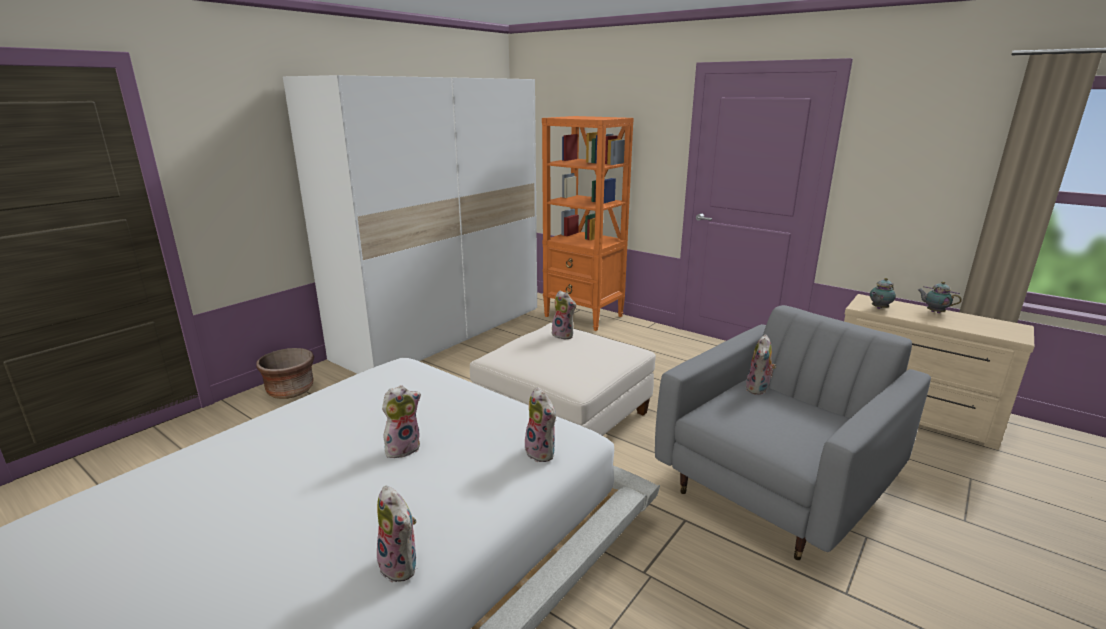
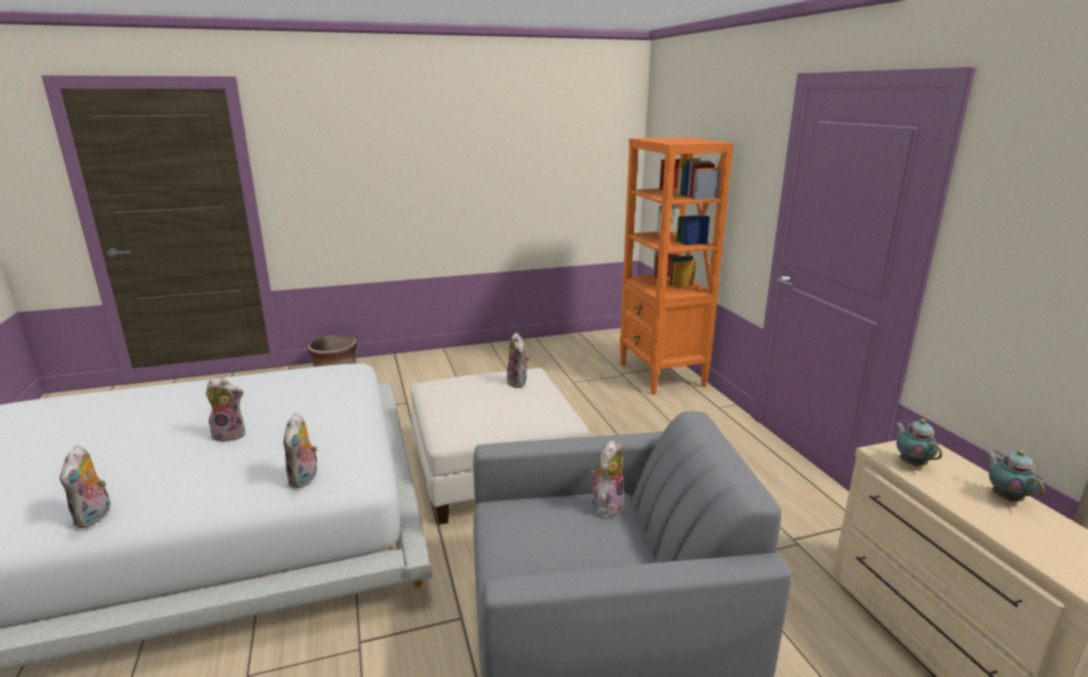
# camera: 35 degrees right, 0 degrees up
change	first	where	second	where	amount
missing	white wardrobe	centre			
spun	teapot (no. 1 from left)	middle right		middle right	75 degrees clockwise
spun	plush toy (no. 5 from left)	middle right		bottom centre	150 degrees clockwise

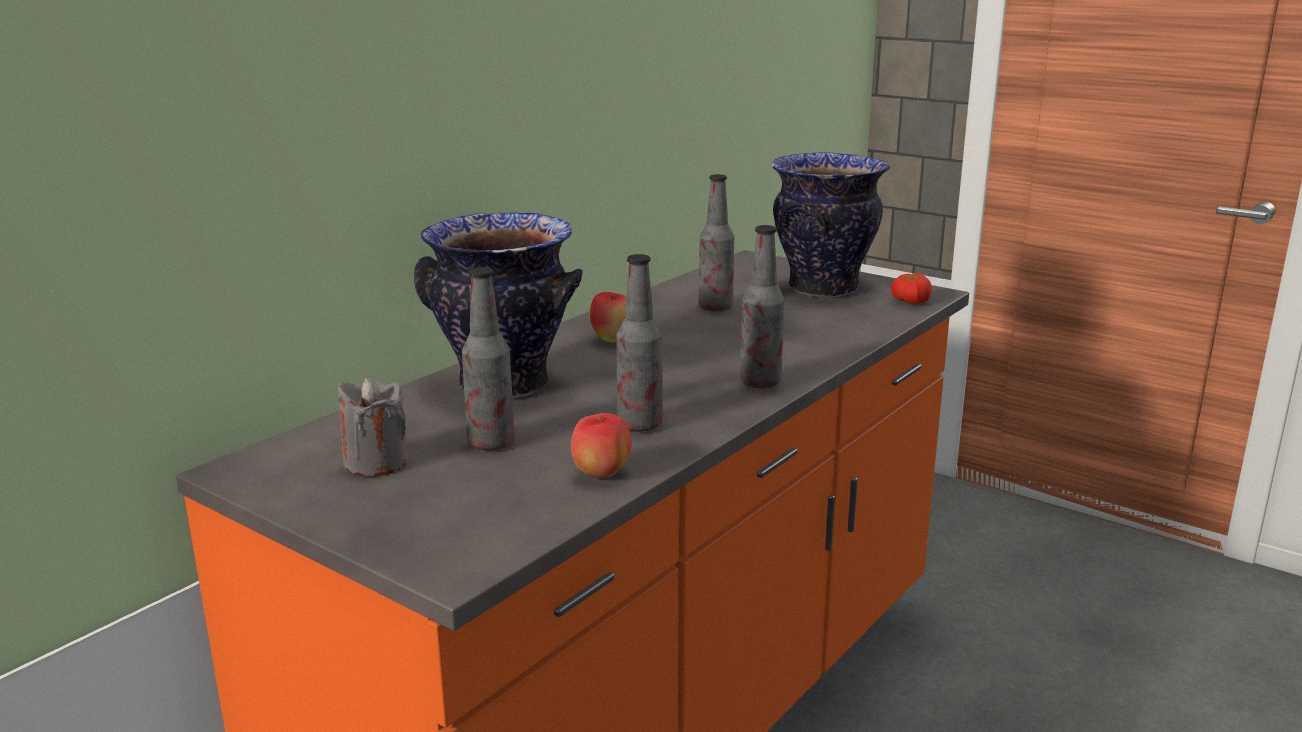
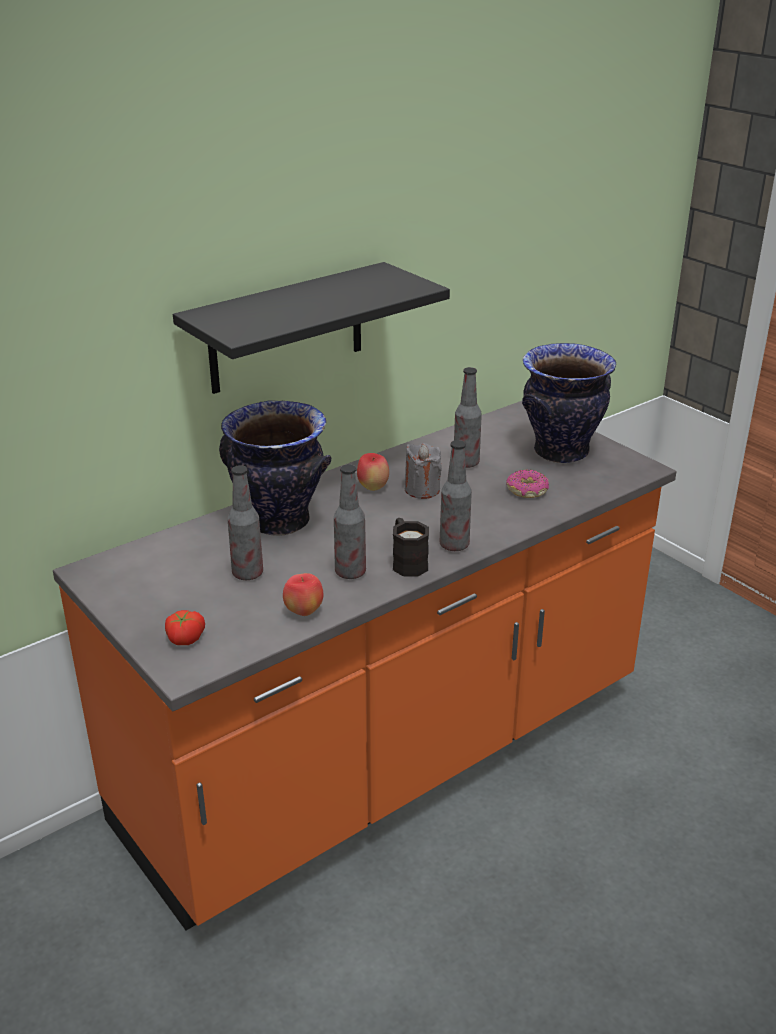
# camera: 15 degrees right, 10 degrees up
change	first	where	second	where	amount
relocated	tomato	middle right		middle left	
relocated	grey candle	middle left		centre	
appeared			black shelf	top centre	
appeared			donut	middle right	
appeared			black mug	centre	

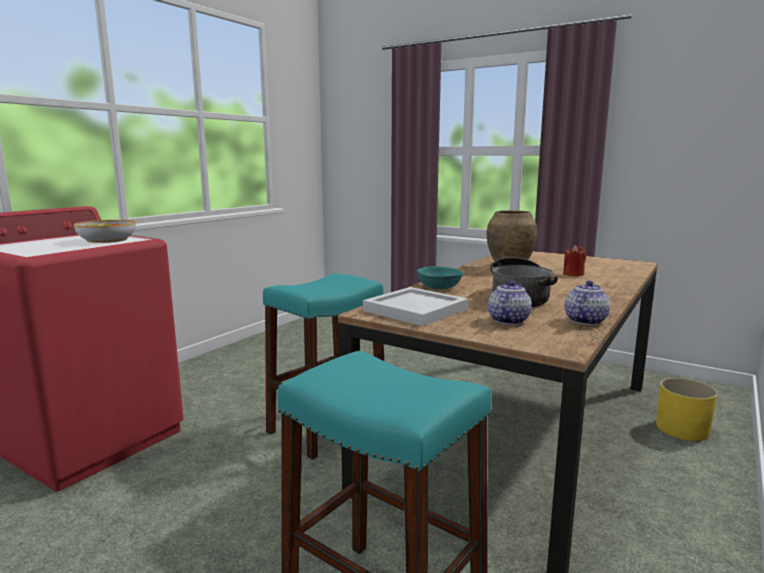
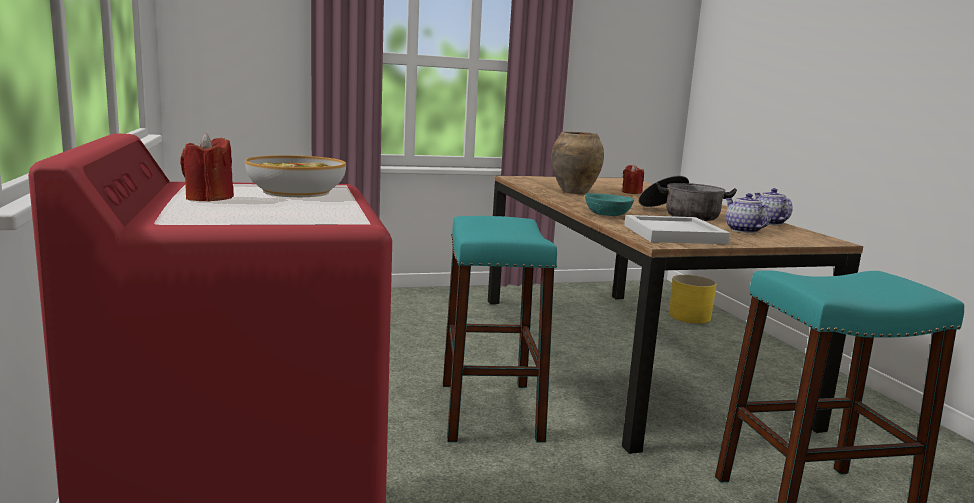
# camera: 50 degrees left, 0 degrees up
change	first	where	second	where	amount
appeared			red candle (no. 1 from left)	middle left	

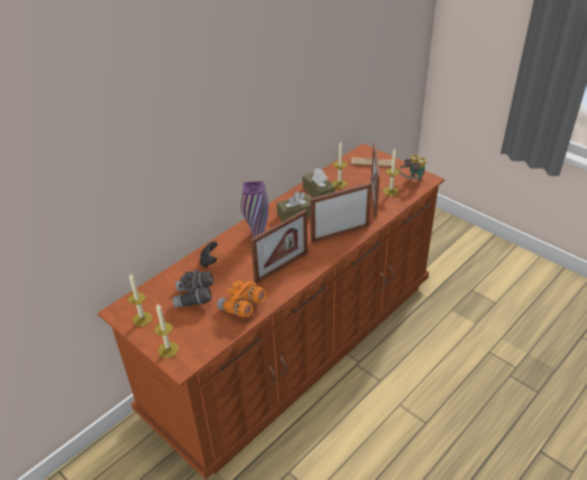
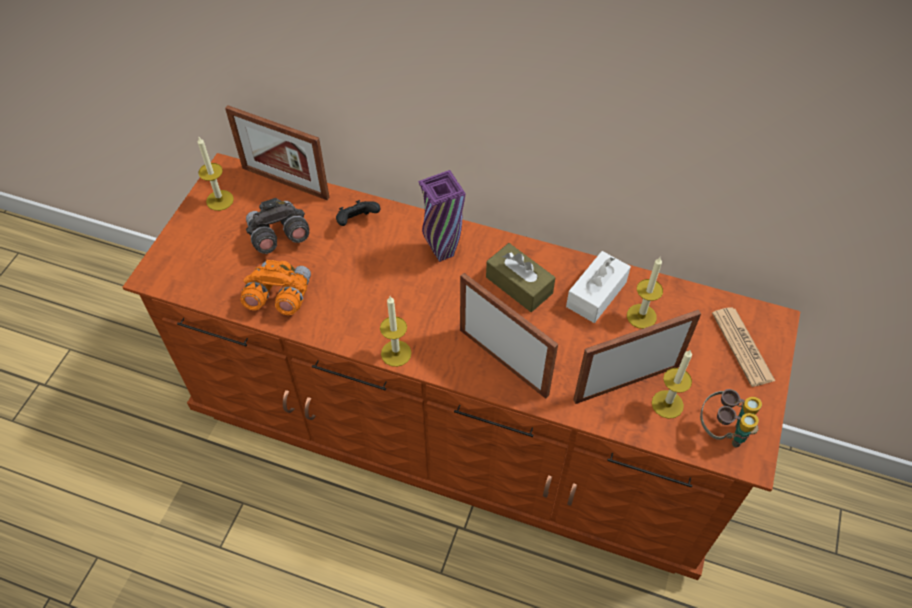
# camera: 65 degrees right, 15 degrees up
change	first	where	second	where	amount
colour	brown tissue box (no. 2 from left)	centre	white tissue box	centre	
relocated	picture frame (no. 1 from left)	centre		top left	
relocated	candle (no. 2 from left)	bottom left		centre	

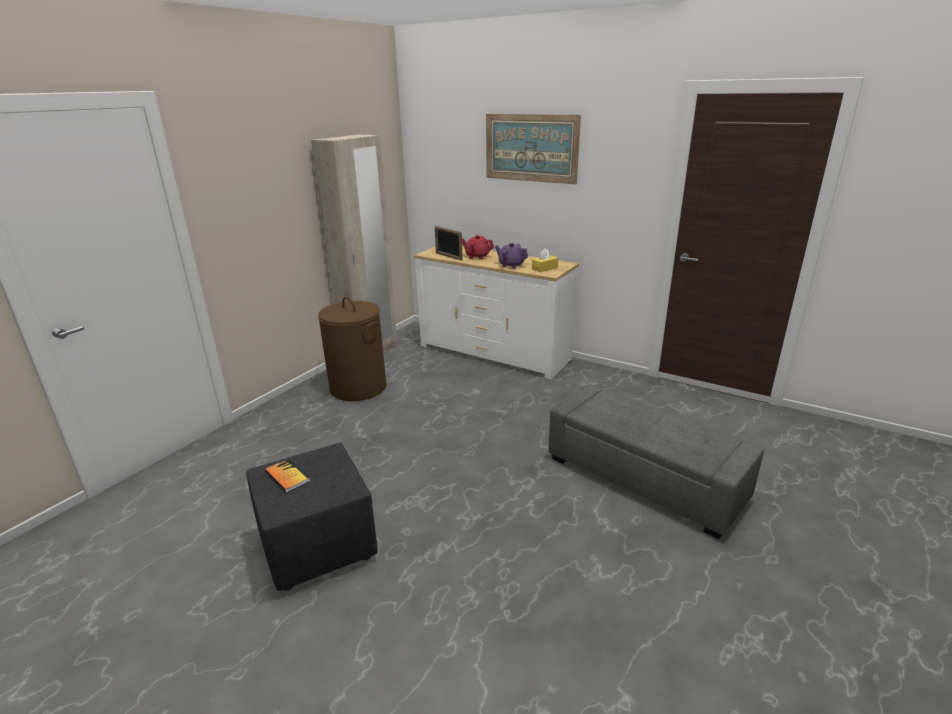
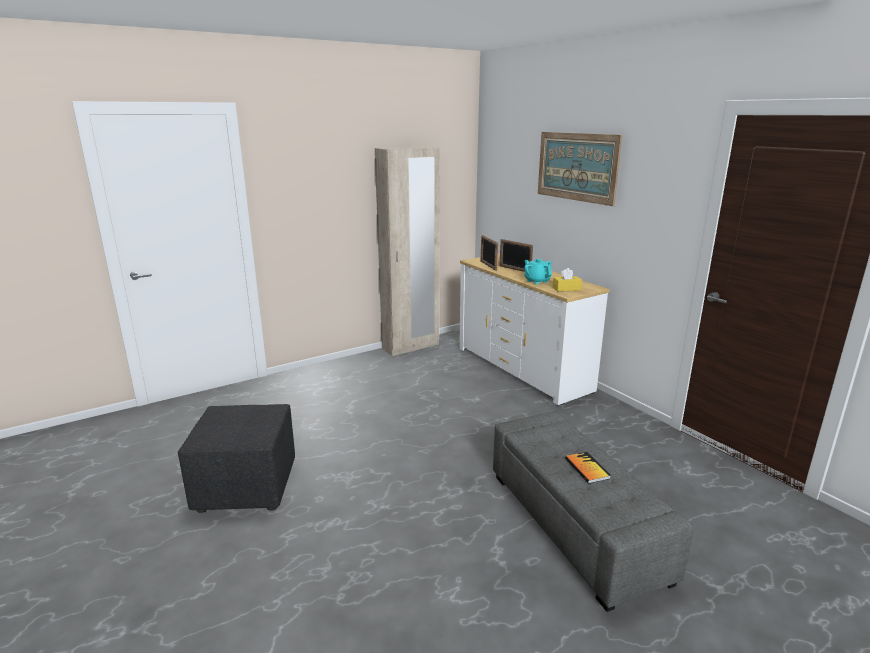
# camera: 25 degrees right, 5 degrees down
change	first	where	second	where	amount
exchanged	red teapot	centre	picture frame (no. 2 from left)	centre	
colour	purple teapot	centre	turquoise teapot	centre	
missing	brown laundry basket	centre			
relocated	book	middle left		bottom right	

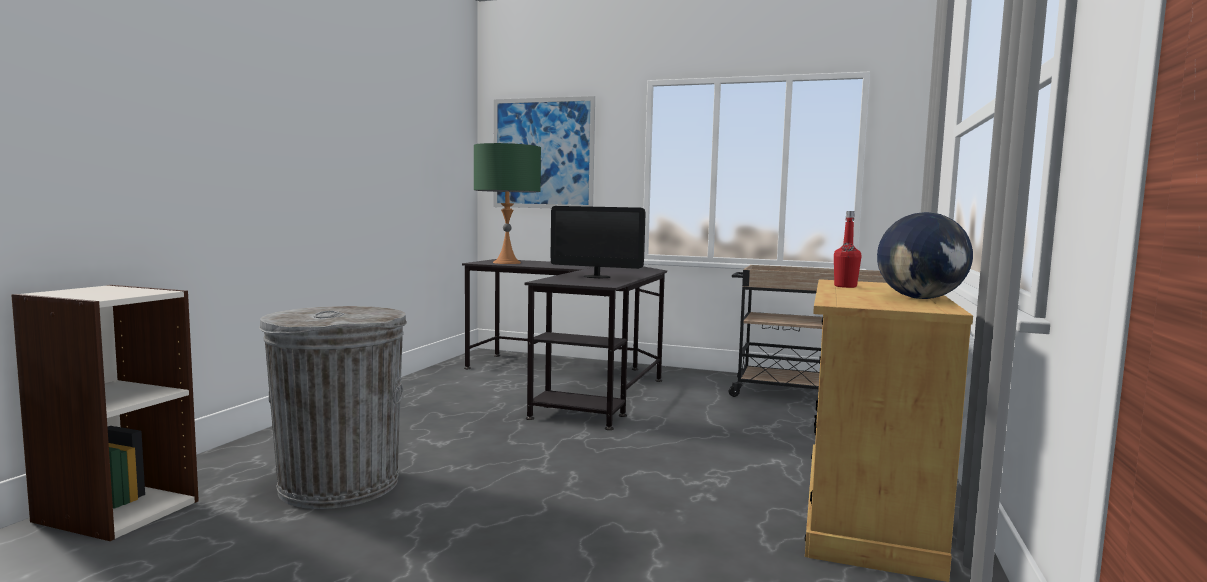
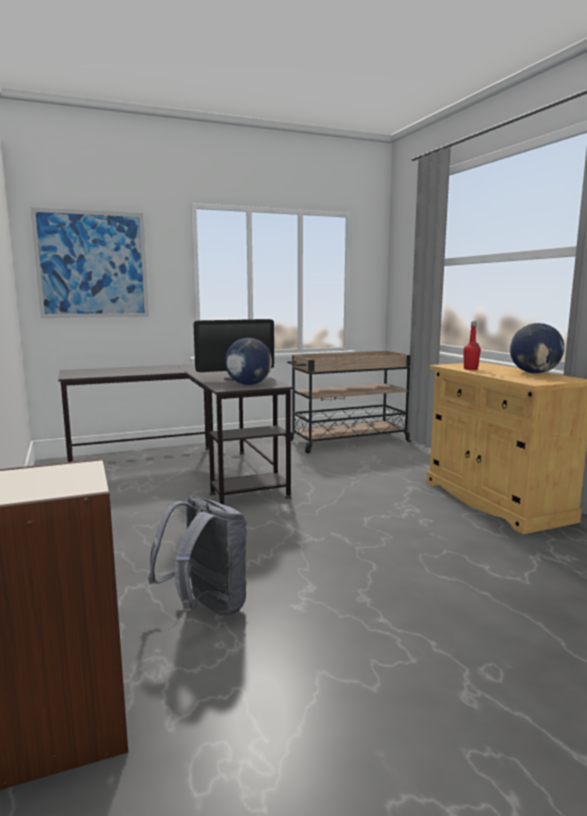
# camera: 40 degrees left, 5 degrees up
change	first	where	second	where	amount
missing	green table lamp	centre			
exchanged	grey trash can	bottom left	grey backpack	bottom centre	
appeared			globe (no. 1 from left)	centre	

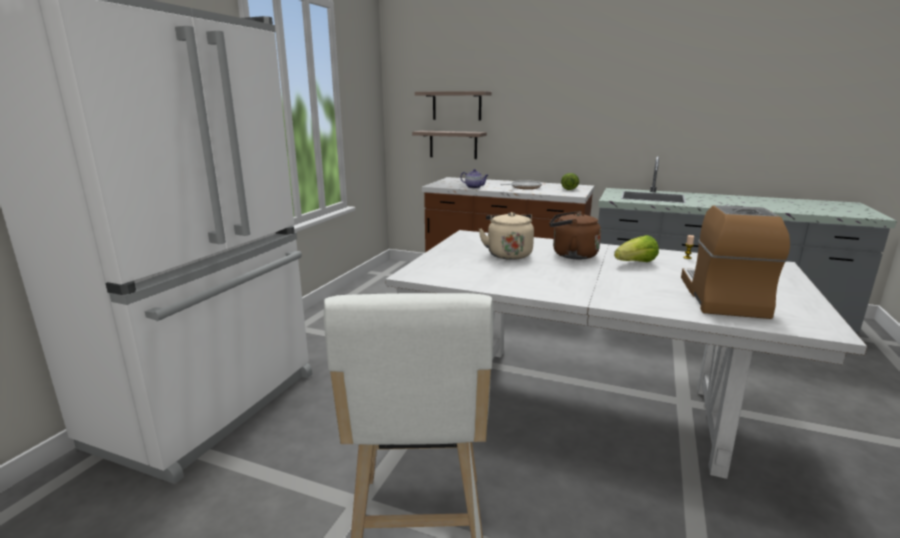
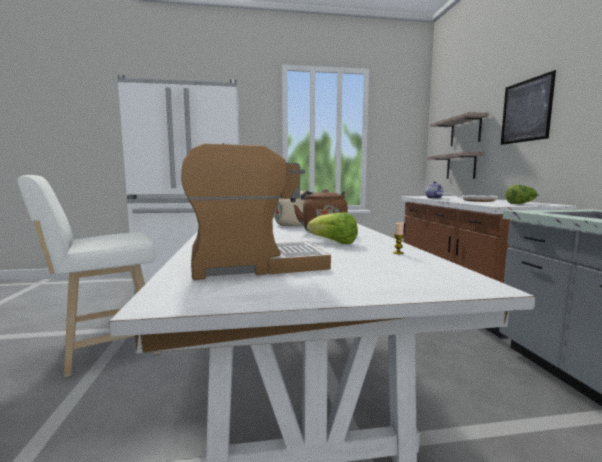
# camera: 60 degrees right, 10 degrees down
change	first	where	second	where	amount
appeared			picture	top right	

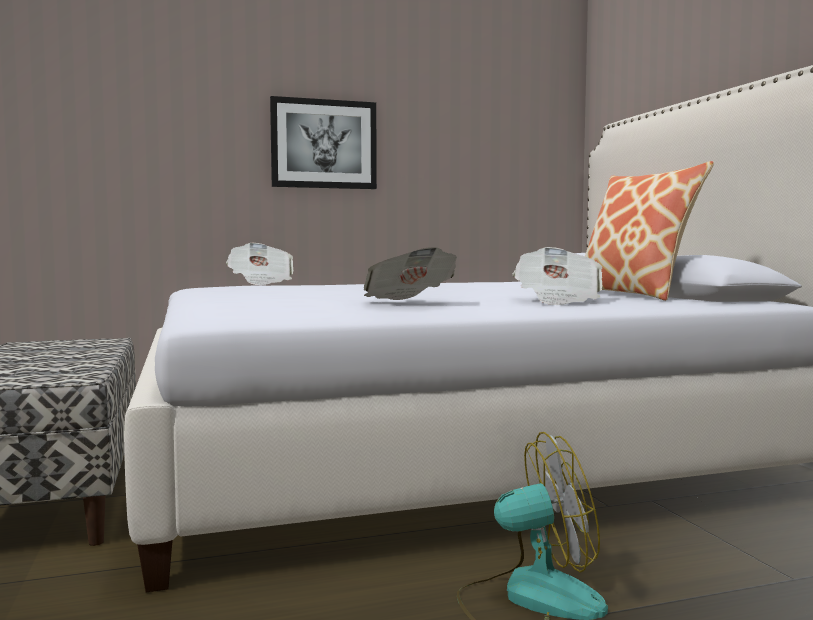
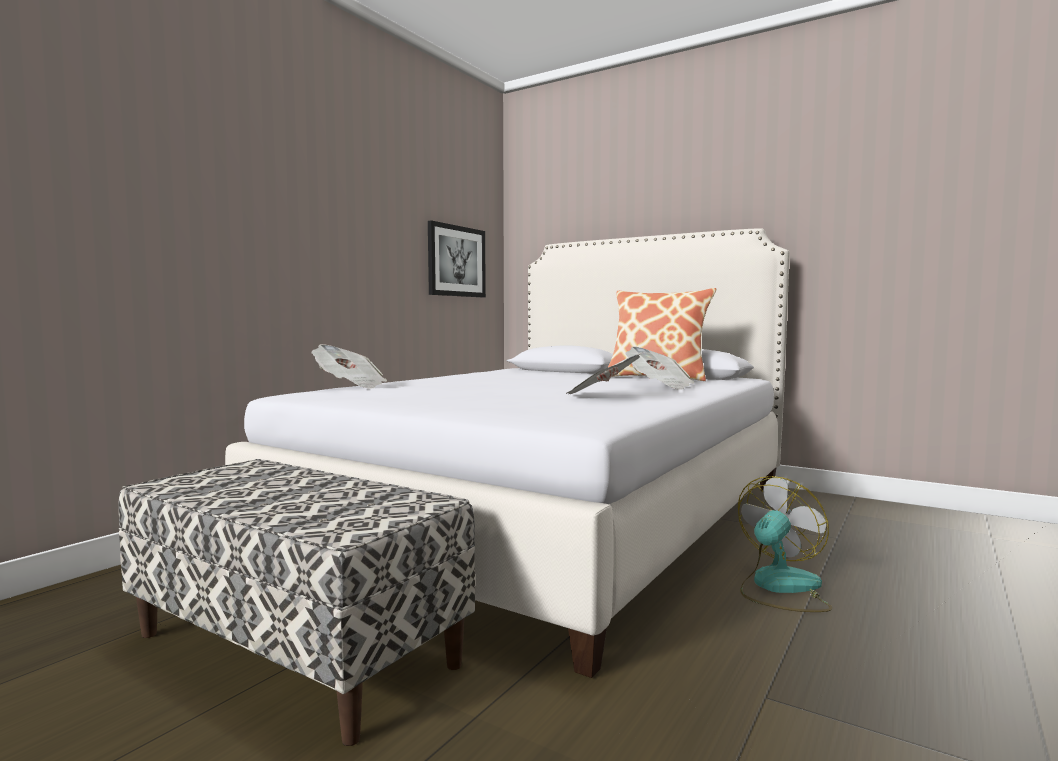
# camera: 40 degrees left, 0 degrees up
change	first	where	second	where	amount
relocated	picture	top centre		centre	

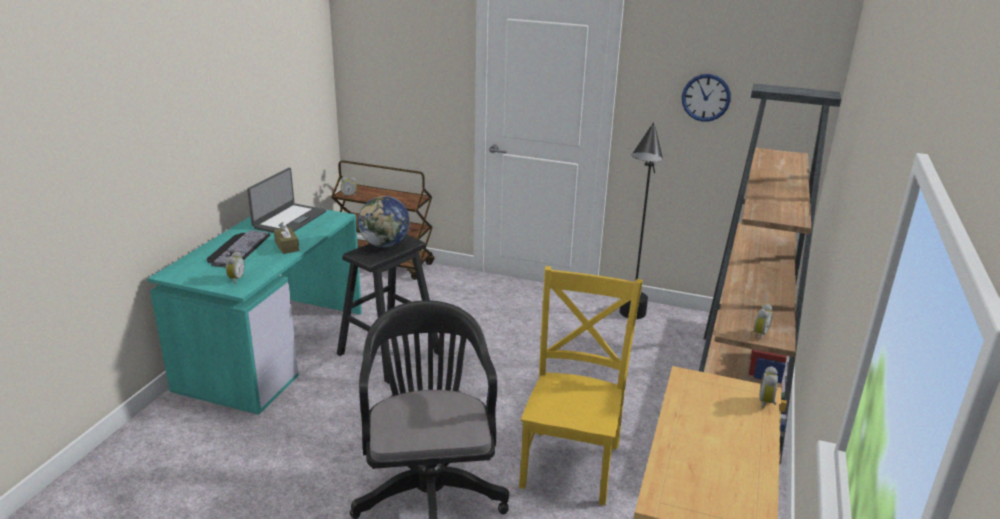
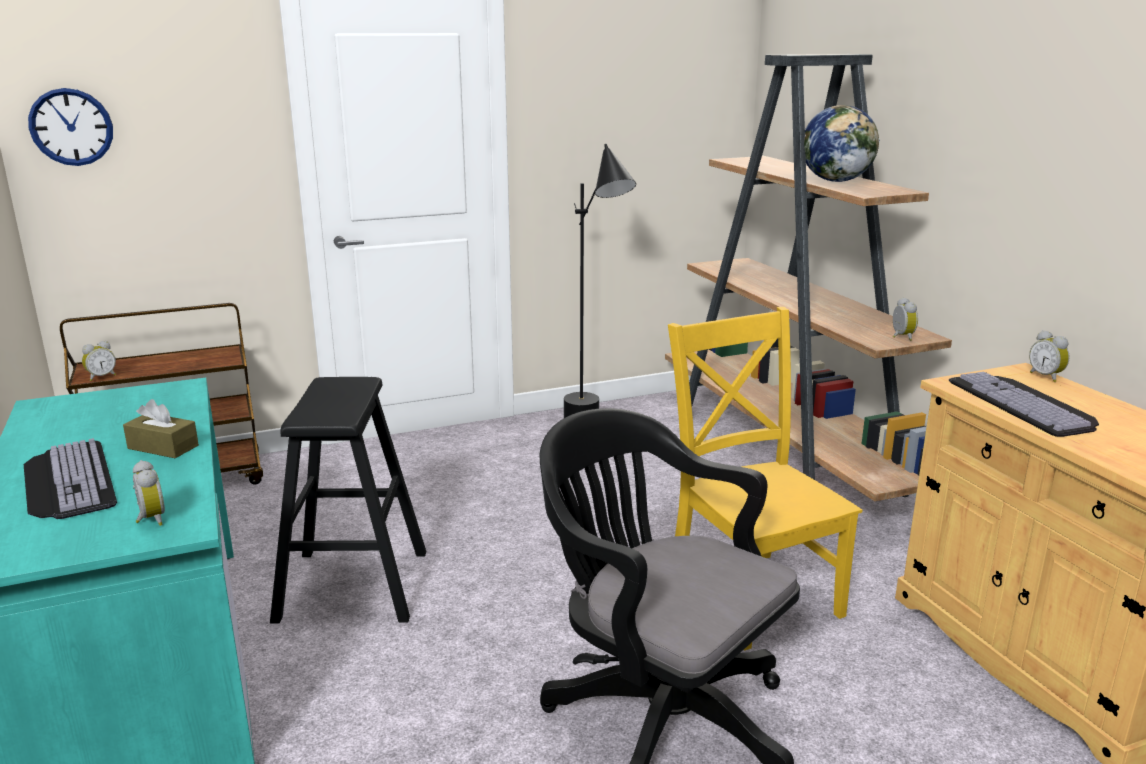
# camera: 40 degrees left, 5 degrees down
change	first	where	second	where	amount
relocated	wall clock	top right		top left	
missing	laptop	middle left			
relocated	globe	centre		top right	
appeared			keyboard (no. 2 from left)	middle right	

